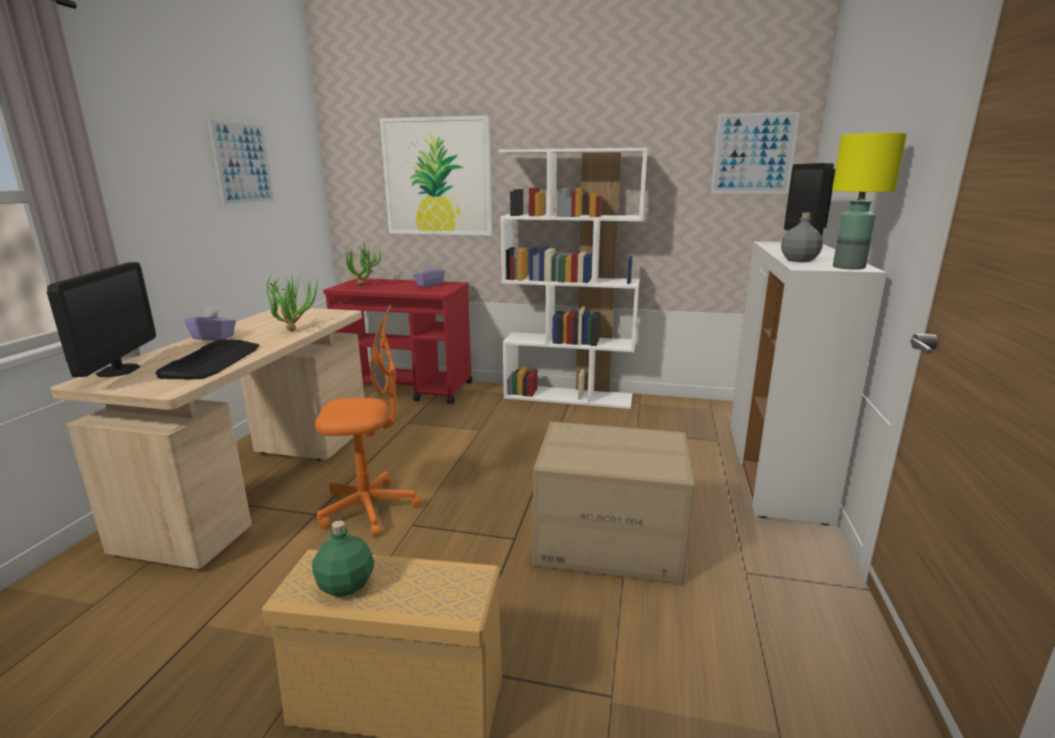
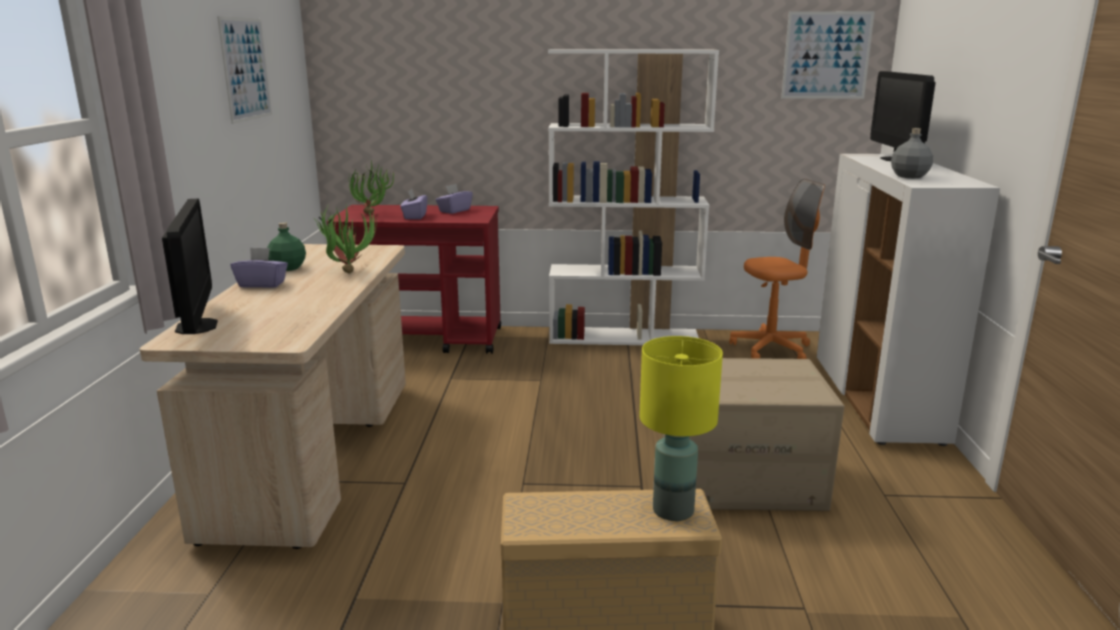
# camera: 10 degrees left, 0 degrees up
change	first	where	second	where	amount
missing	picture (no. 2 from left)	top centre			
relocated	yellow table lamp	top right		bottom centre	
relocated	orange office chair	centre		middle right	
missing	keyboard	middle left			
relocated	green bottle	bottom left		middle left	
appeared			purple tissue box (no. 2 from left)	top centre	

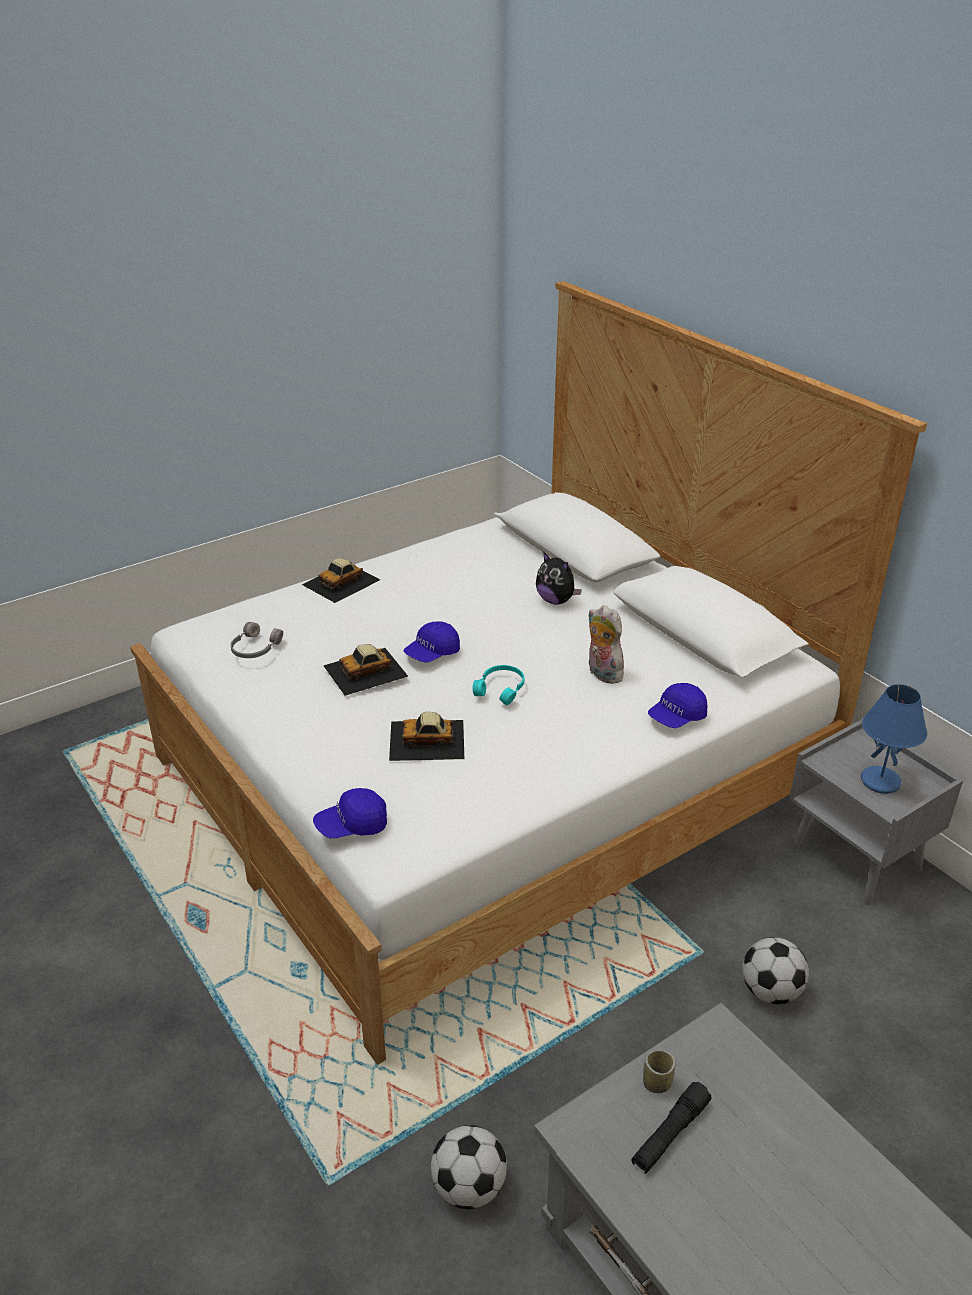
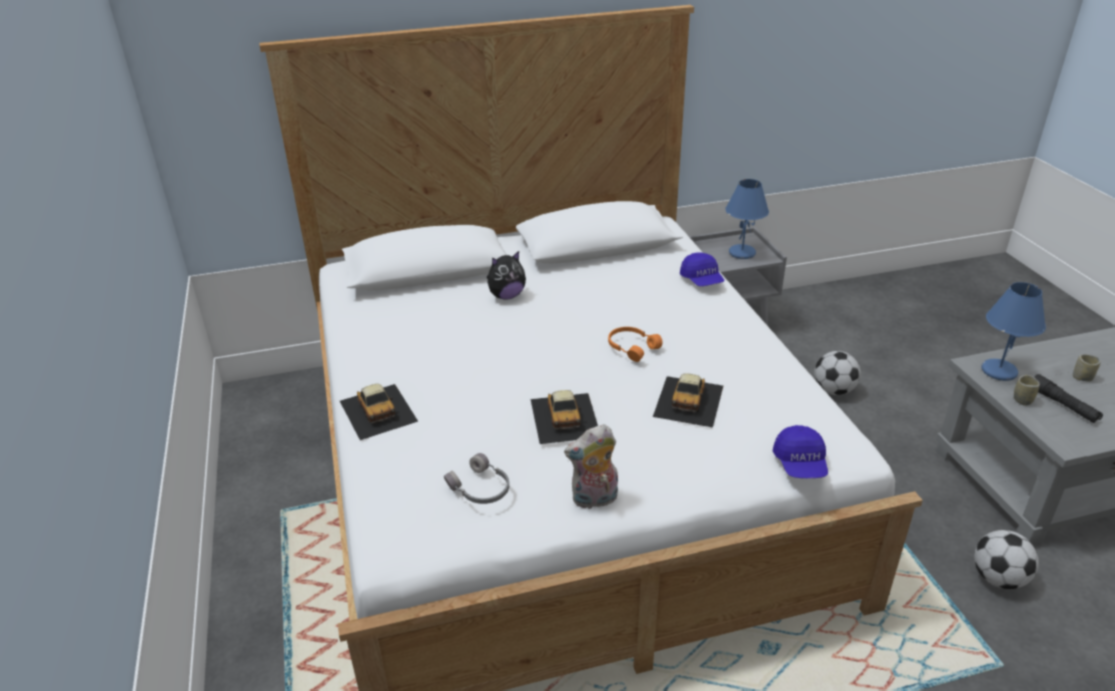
# camera: 70 degrees left, 0 degrees up
change	first	where	second	where	amount
relocated	plush toy (no. 2 from left)	centre		bottom centre	
missing	blue cap (no. 2 from left)	centre			
colour	turquoise headphones	centre	orange headphones	centre	
appeared			blue table lamp (no. 2 from left)	middle right	
appeared			cup (no. 2 from left)	middle right	

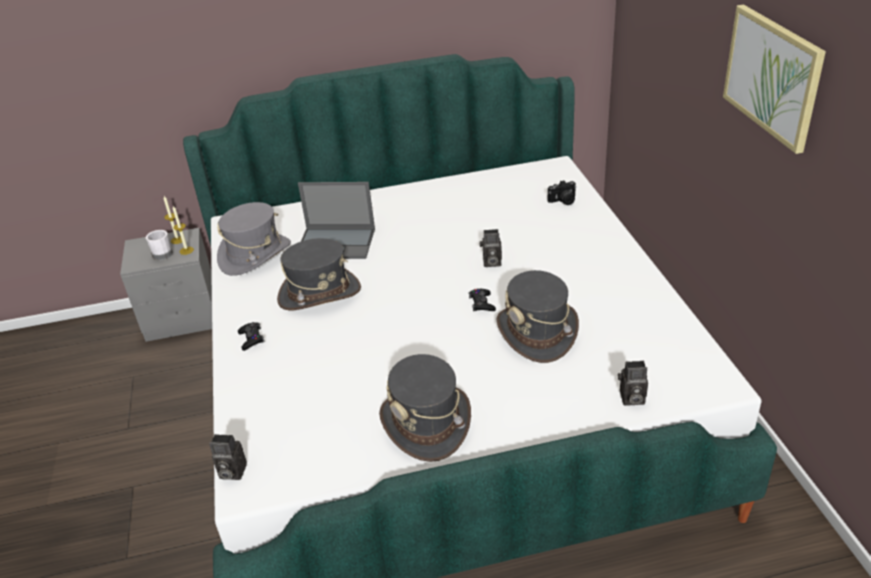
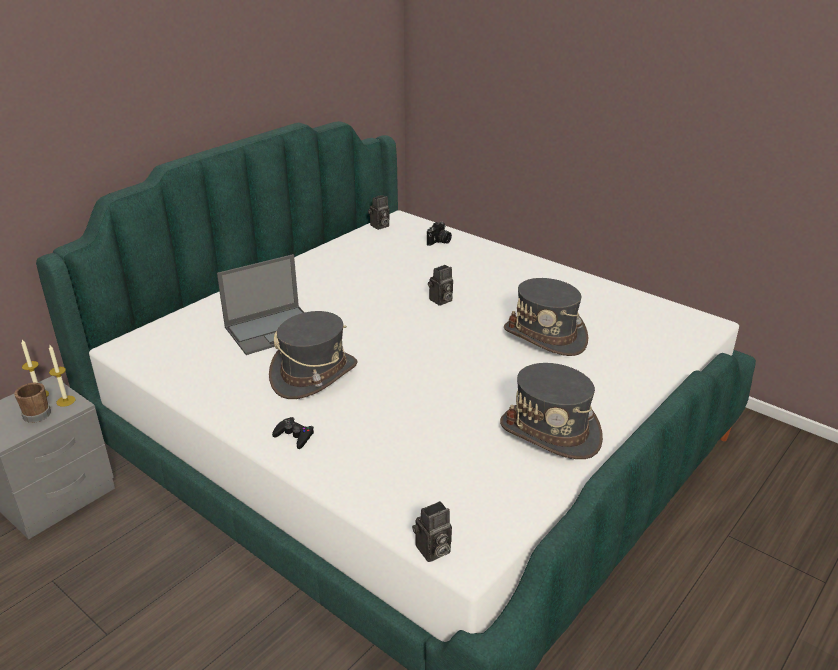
# camera: 40 degrees left, 5 degrees down
change	first	where	second	where	amount
missing	picture	top right			
missing	grey hat (no. 1 from left)	middle left			
colour	white mug	middle left	brown mug	middle left	
missing	black game controller (no. 2 from left)	centre			
relocated	photo camera (no. 4 from left in the first image)	middle right	photo camera (no. 1 from left)	top centre	

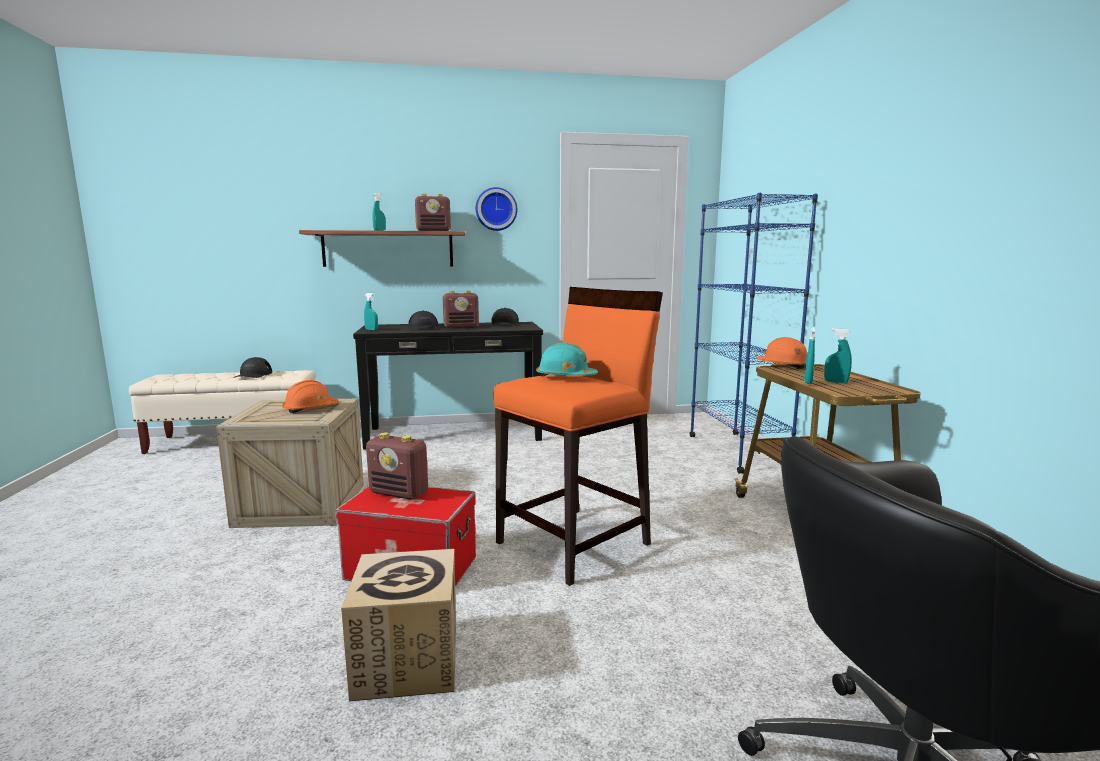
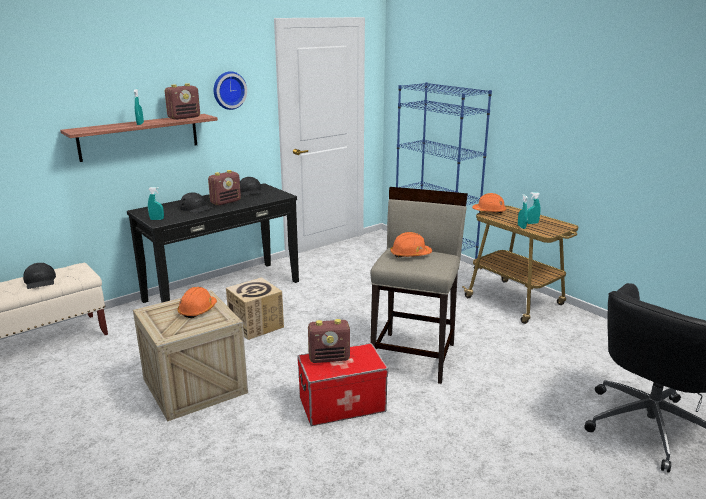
# camera: 30 degrees left, 10 degrees up
change	first	where	second	where	amount
colour	orange stool	centre	beige stool	centre	
colour	turquoise hard hat	centre	orange hard hat (no. 2 from left)	centre	
relocated	cardboard box	bottom centre		centre	

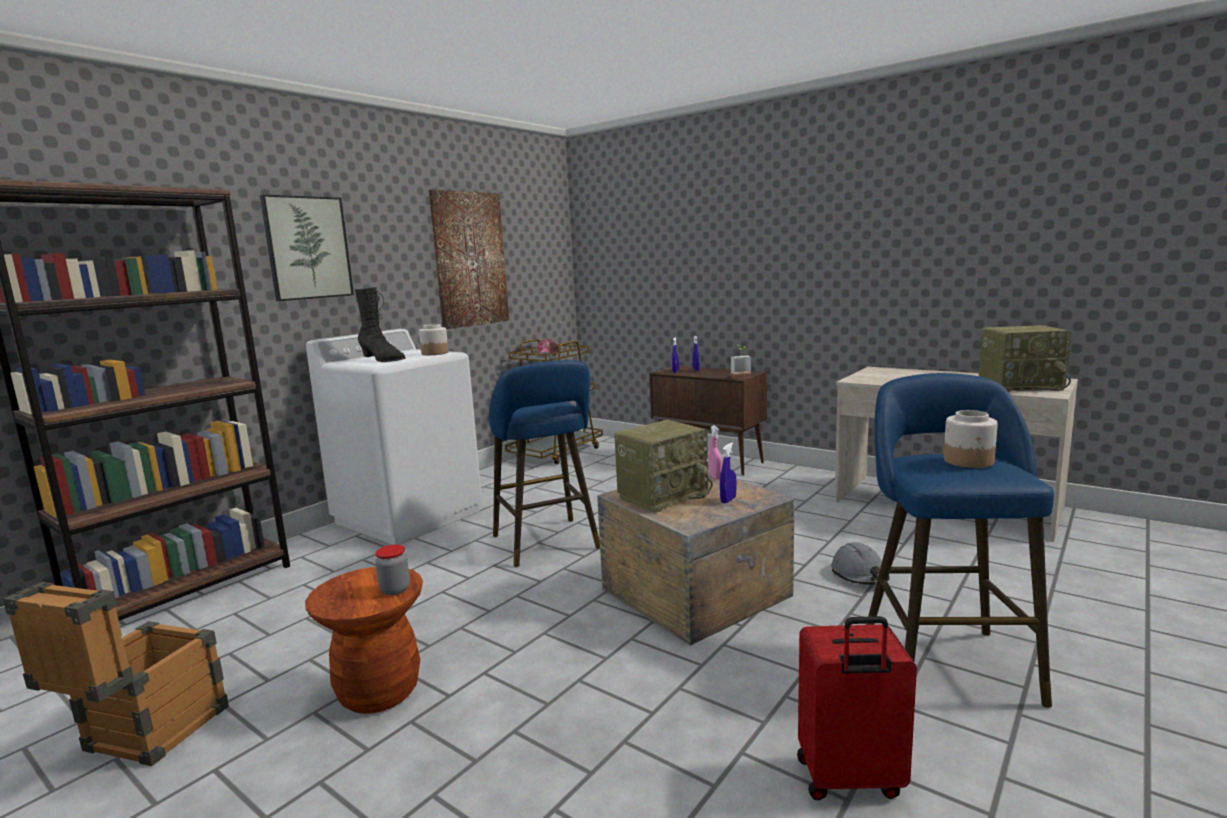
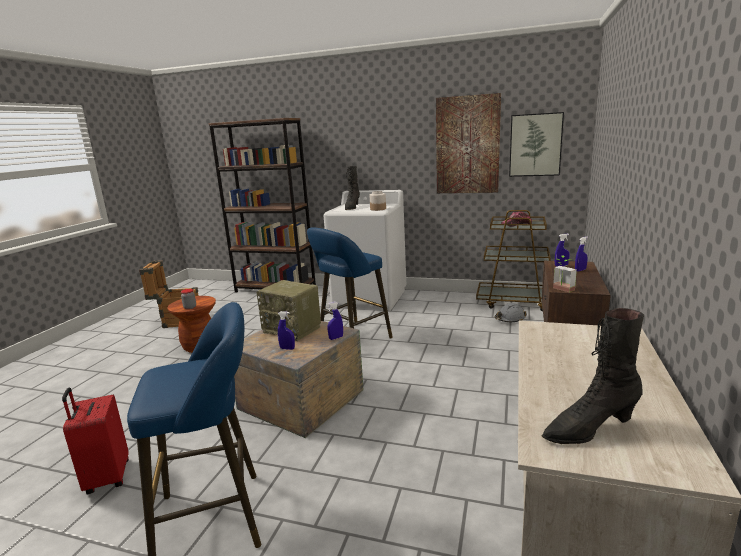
# camera: 70 degrees right, 5 degrees up
change	first	where	second	where	amount
relocated	picture (no. 1 from left in the first image)	top left	picture (no. 2 from left)	top right	
exchanged	radio (no. 2 from left)	middle right	black boot (no. 2 from left)	bottom right	
missing	jar (no. 3 from left)	middle right			
colour	pink spray bottle	centre	blue spray bottle (no. 2 from left)	centre	
relocated	grey hard hat	bottom right		middle right	

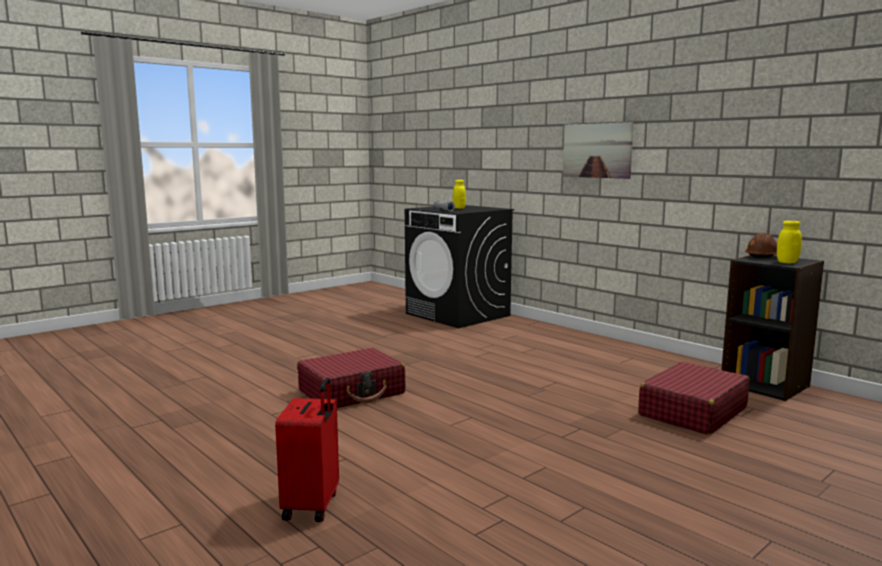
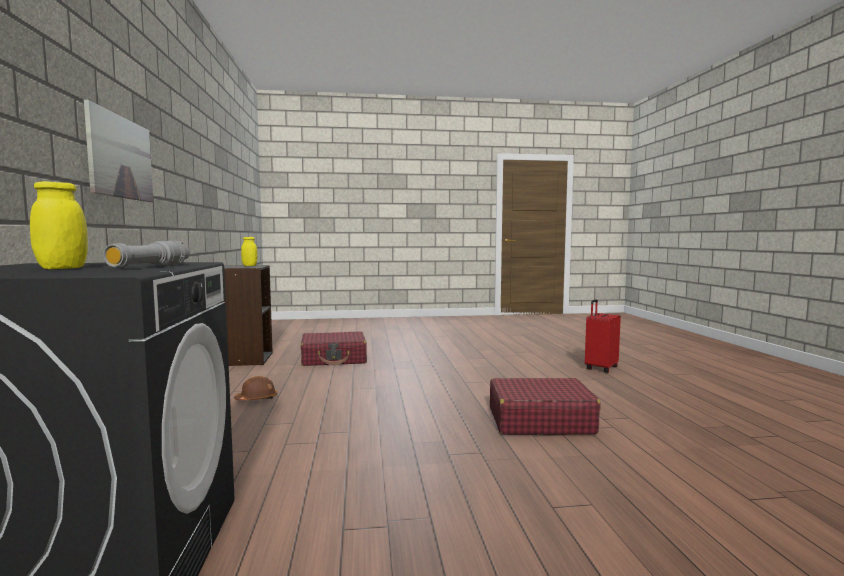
# camera: 145 degrees left, 5 degrees down
change	first	where	second	where	amount
relocated	brown hard hat	middle right		bottom left	

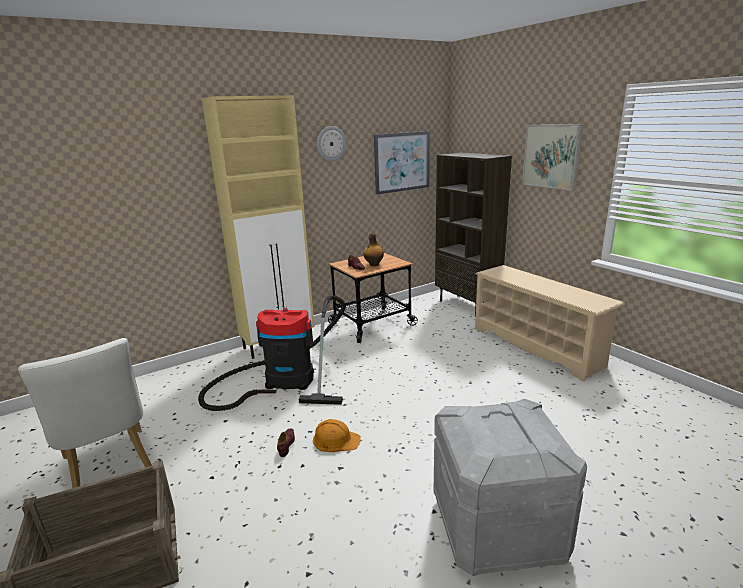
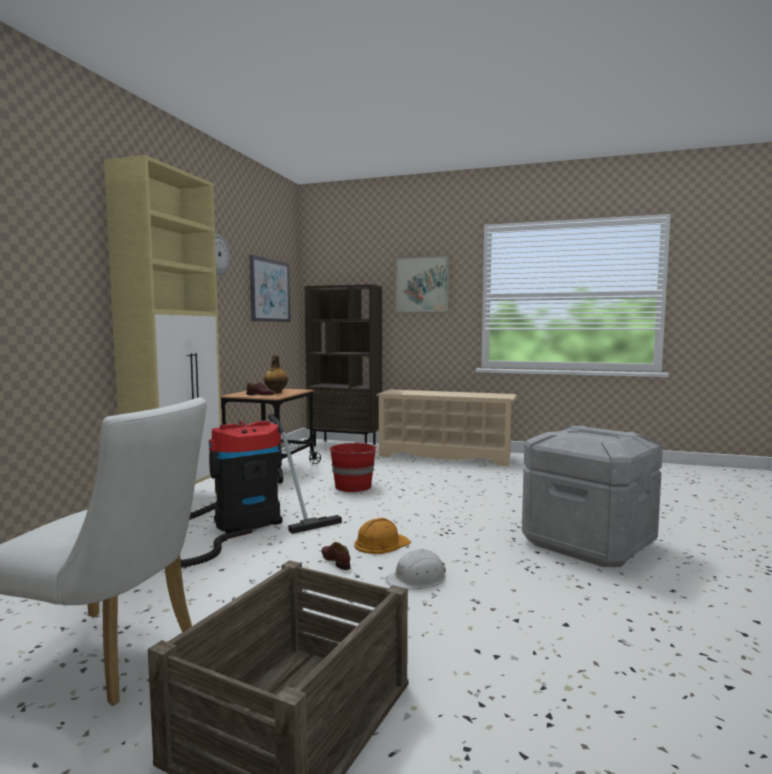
# camera: 40 degrees left, 15 degrees down
change	first	where	second	where	amount
appeared			red bucket	centre	
appeared			white hard hat	bottom centre	

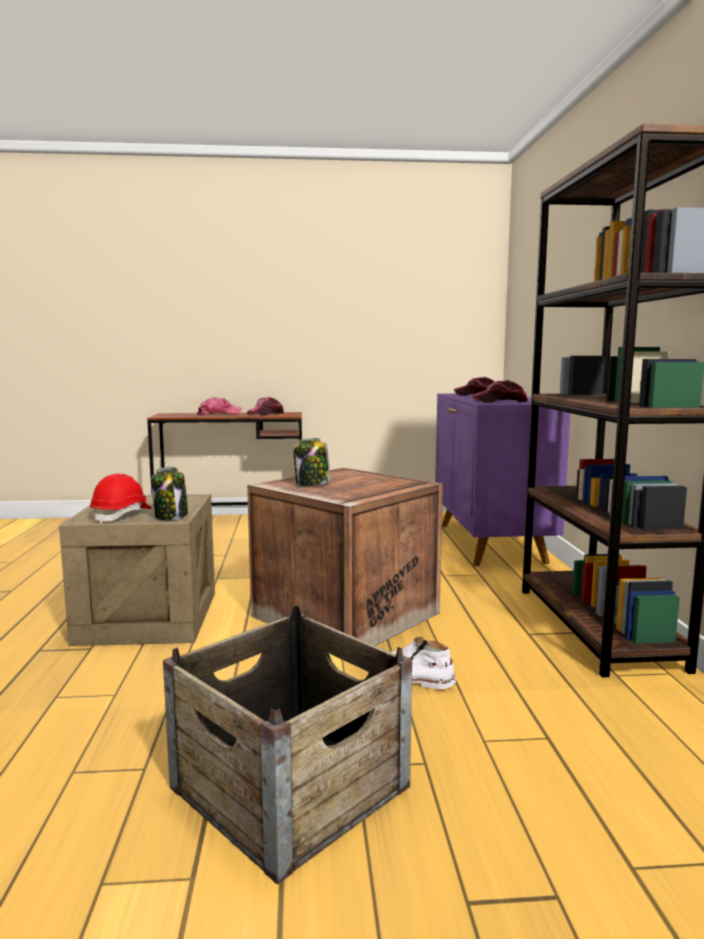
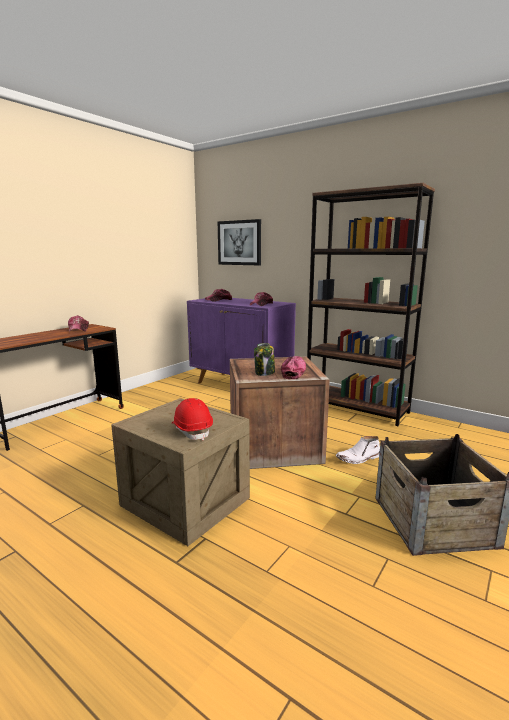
# camera: 50 degrees left, 5 degrees up
change	first	where	second	where	amount
relocated	cap (no. 1 from left in the first image)	middle left	cap (no. 4 from left)	centre	
missing	jar (no. 1 from left)	middle left			
appeared			picture	centre	

